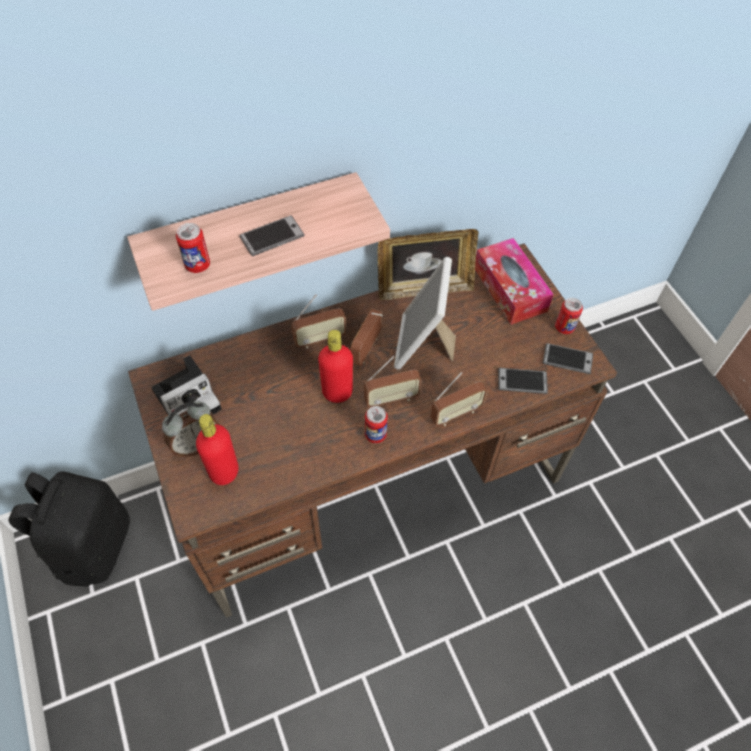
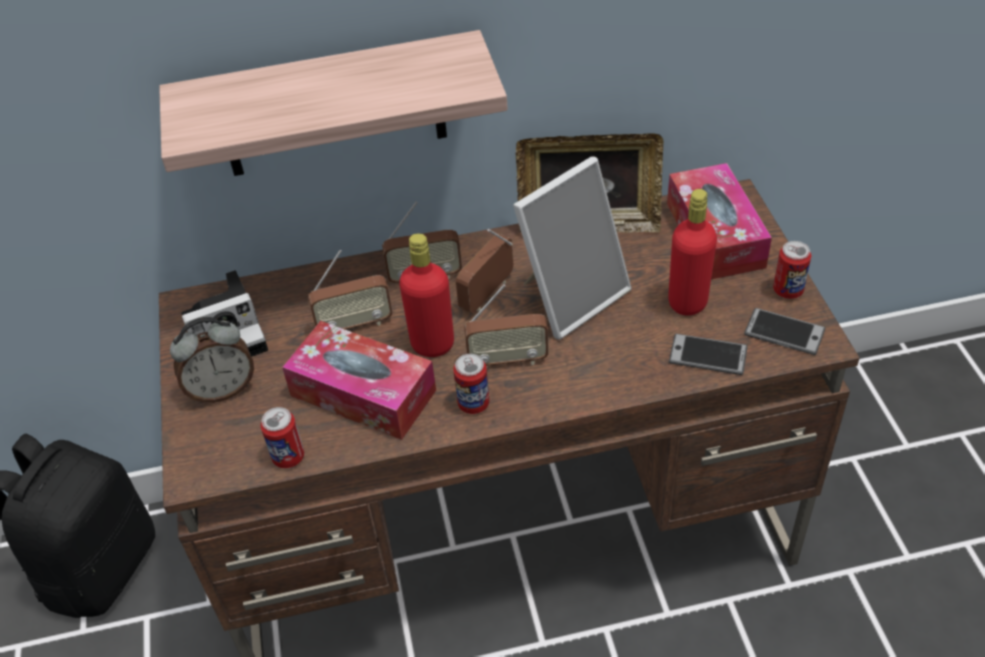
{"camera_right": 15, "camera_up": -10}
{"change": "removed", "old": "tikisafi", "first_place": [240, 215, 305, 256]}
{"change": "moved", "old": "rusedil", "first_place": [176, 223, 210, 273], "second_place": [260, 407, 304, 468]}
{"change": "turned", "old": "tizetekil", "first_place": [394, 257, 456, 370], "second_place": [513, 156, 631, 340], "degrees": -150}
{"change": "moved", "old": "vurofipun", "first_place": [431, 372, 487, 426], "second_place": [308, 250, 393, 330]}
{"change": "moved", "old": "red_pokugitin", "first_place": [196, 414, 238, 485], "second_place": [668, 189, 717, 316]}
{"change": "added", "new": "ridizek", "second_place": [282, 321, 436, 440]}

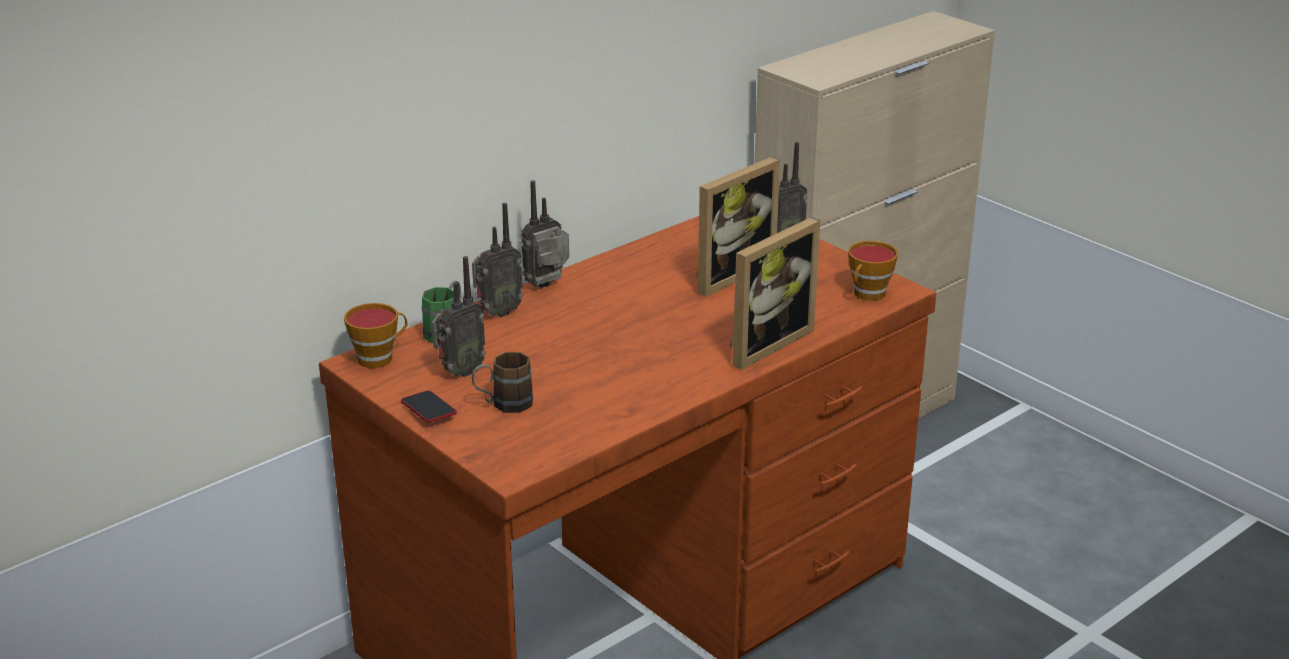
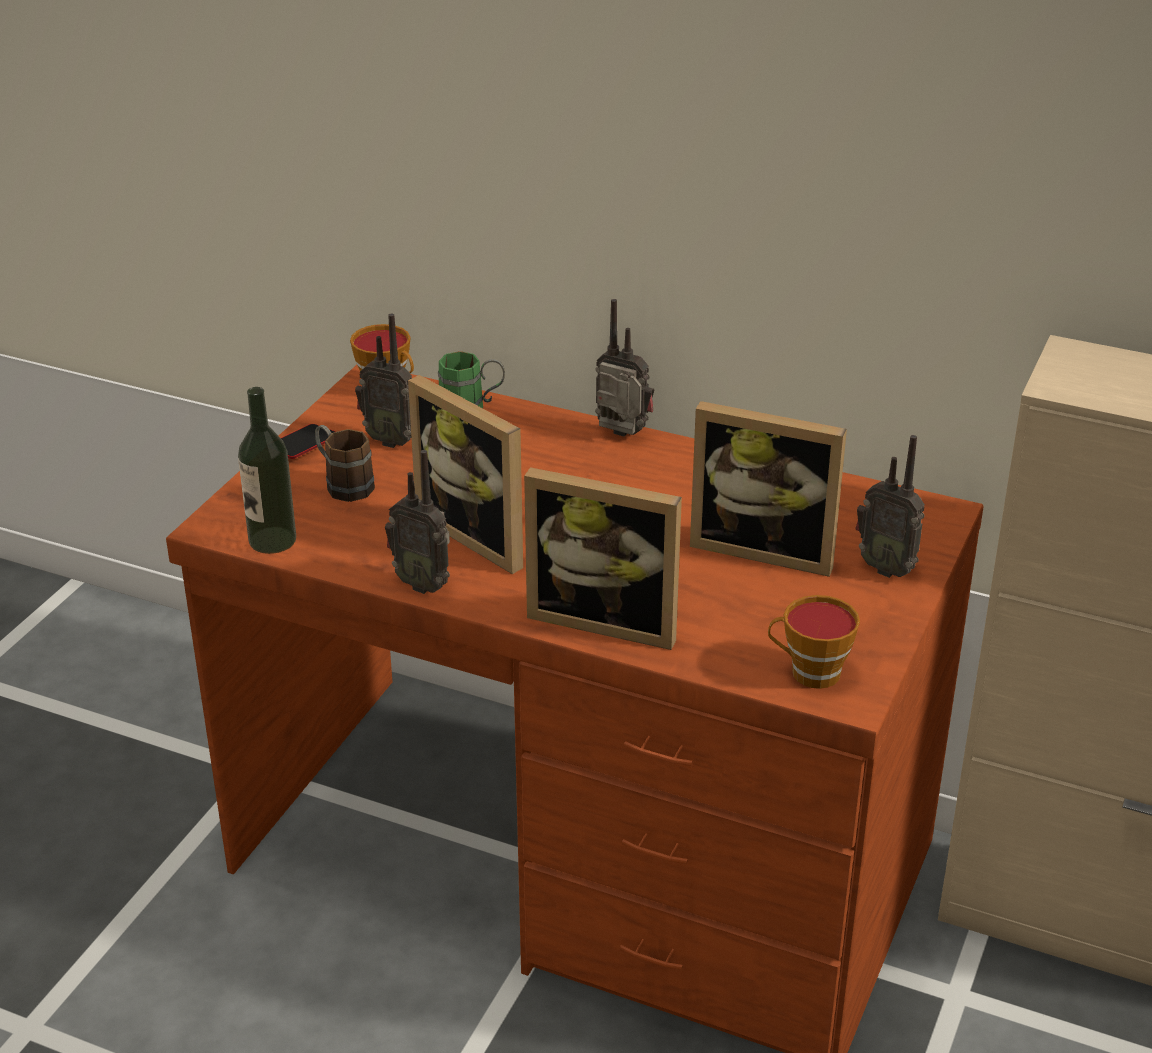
{"camera_right": 65, "camera_up": 5}
{"change": "moved", "old": "vurofipun", "first_place": [472, 203, 523, 317], "second_place": [385, 450, 450, 594]}
{"change": "added", "new": "tizetekil", "second_place": [408, 375, 523, 574]}
{"change": "added", "new": "pokugitin", "second_place": [238, 387, 296, 554]}

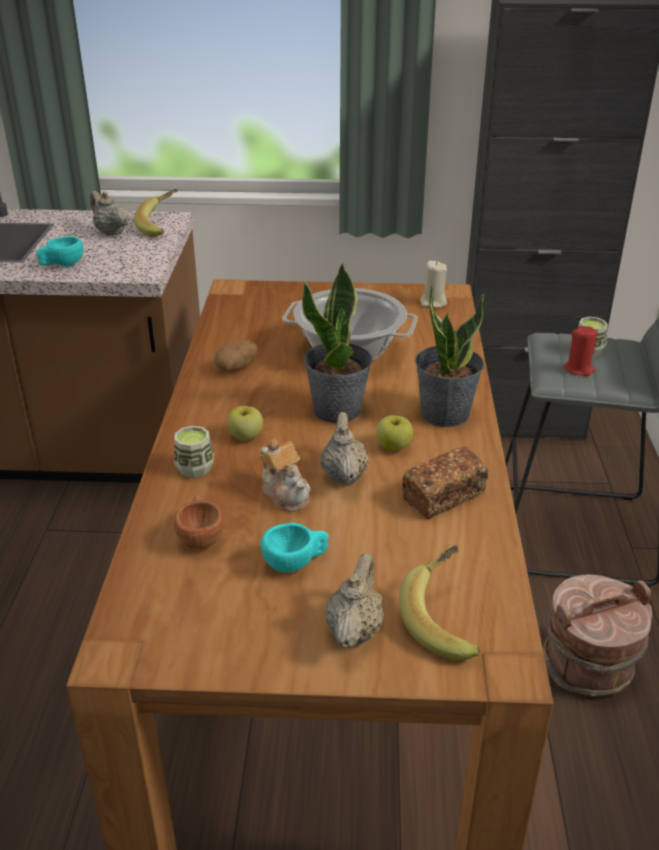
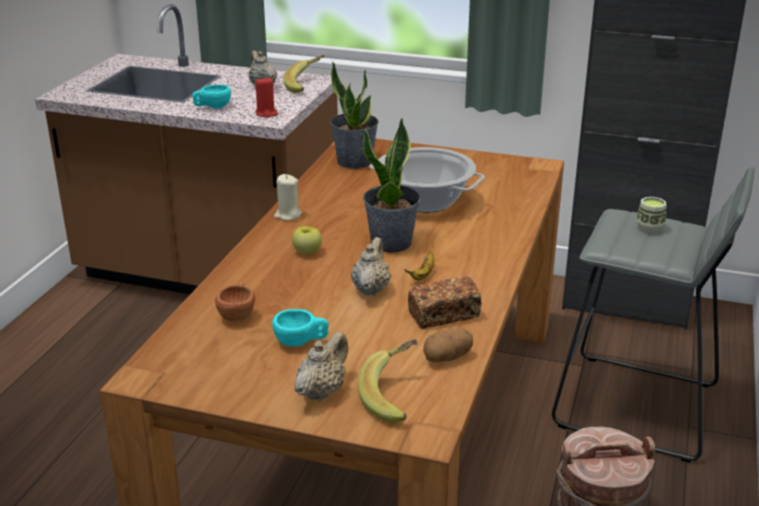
{"camera_right": 15, "camera_up": -5}
{"change": "moved", "old": "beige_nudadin", "first_place": [420, 261, 447, 308], "second_place": [274, 174, 302, 221]}
{"change": "moved", "old": "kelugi", "first_place": [415, 286, 485, 427], "second_place": [330, 61, 379, 169]}
{"change": "moved", "old": "red_nudadin", "first_place": [563, 326, 597, 376], "second_place": [255, 76, 278, 118]}
{"change": "moved", "old": "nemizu", "first_place": [215, 340, 258, 372], "second_place": [423, 328, 473, 362]}
{"change": "replaced", "old": "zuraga", "new": "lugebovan", "first_place": [376, 415, 413, 451], "second_place": [405, 251, 434, 280]}
{"change": "removed", "old": "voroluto", "first_place": [174, 426, 214, 478]}
{"change": "removed", "old": "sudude", "first_place": [259, 439, 311, 512]}

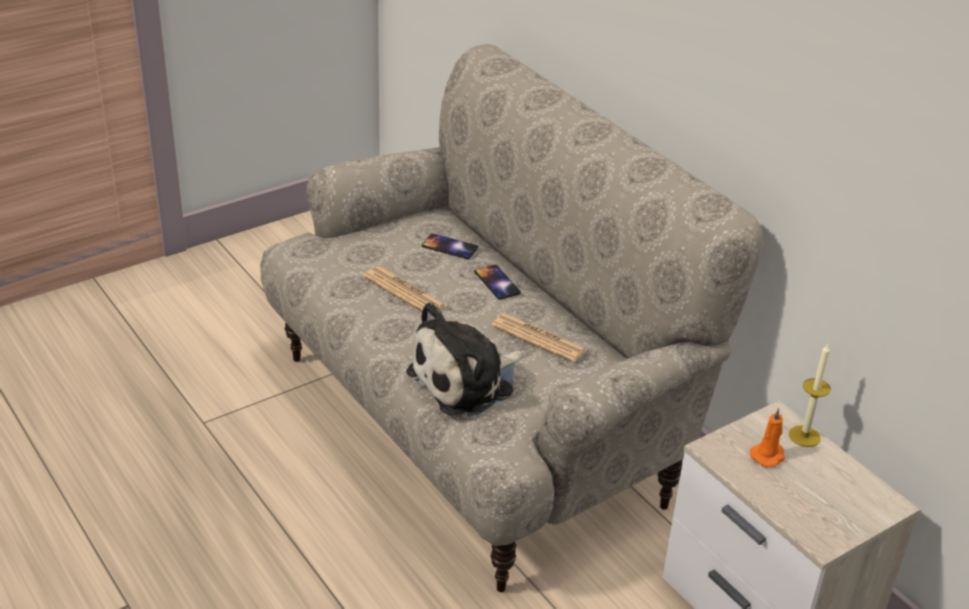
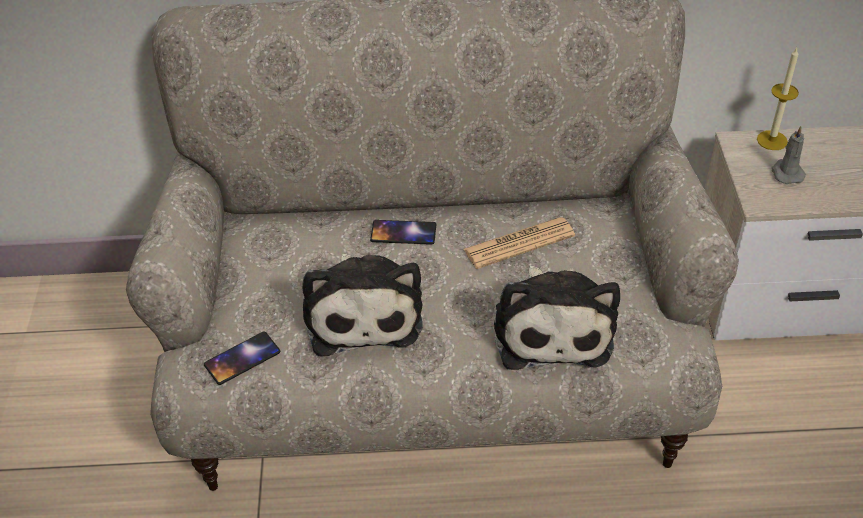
{"camera_right": -55, "camera_up": 10}
{"change": "moved", "old": "tikisafi", "first_place": [422, 234, 478, 259], "second_place": [204, 332, 280, 385]}
{"change": "replaced", "old": "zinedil", "new": "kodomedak", "first_place": [363, 266, 447, 312], "second_place": [302, 254, 423, 356]}
{"change": "recoloured", "old": "orange_nudadin", "new": "grey_nudadin", "first_place": [750, 408, 785, 467], "second_place": [771, 126, 806, 184]}

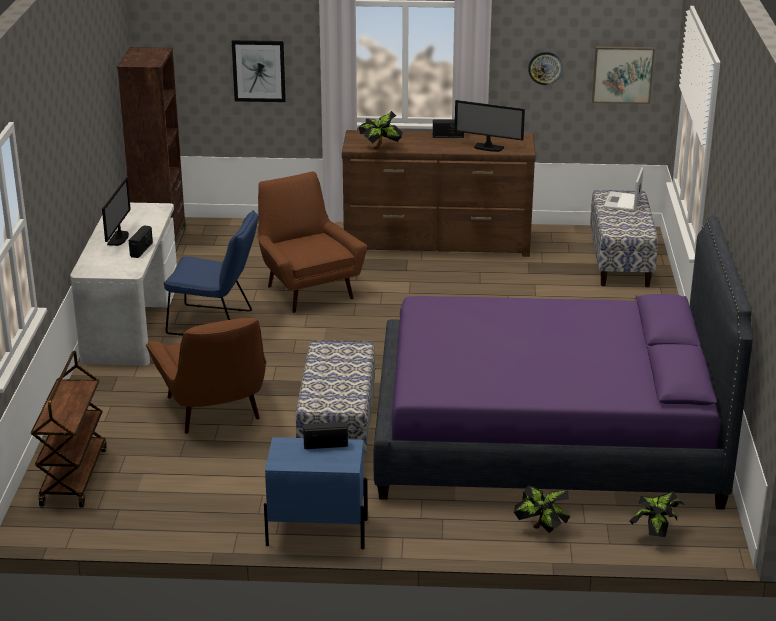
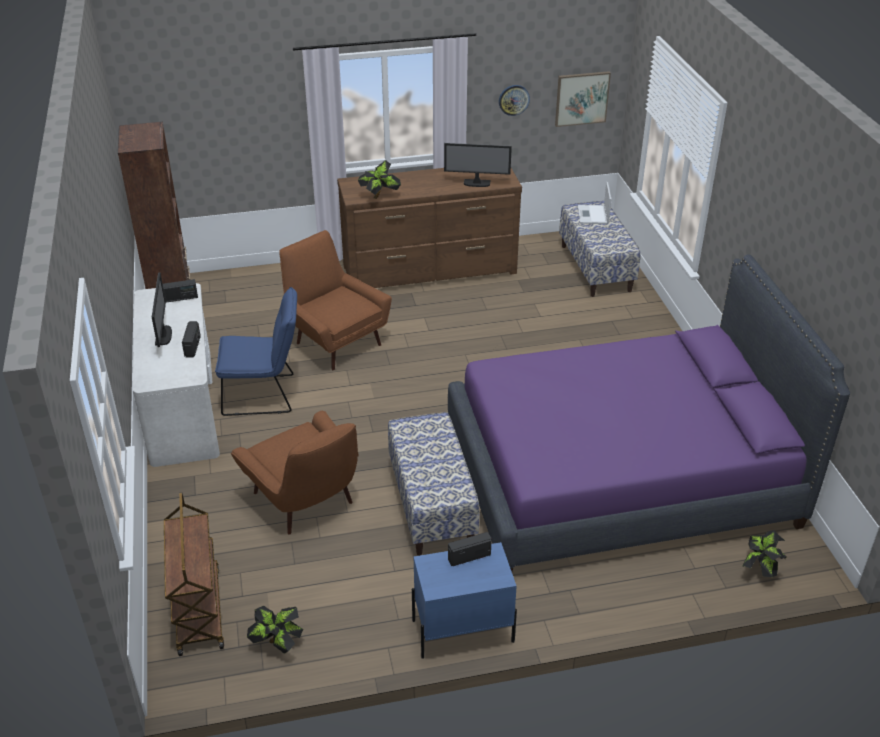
{"camera_right": -15, "camera_up": 10}
{"change": "removed", "old": "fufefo", "first_place": [232, 40, 286, 102]}
{"change": "moved", "old": "vurofipun", "first_place": [433, 119, 464, 138], "second_place": [163, 279, 198, 302]}
{"change": "moved", "old": "kelugi", "first_place": [514, 485, 570, 533], "second_place": [247, 605, 303, 654]}

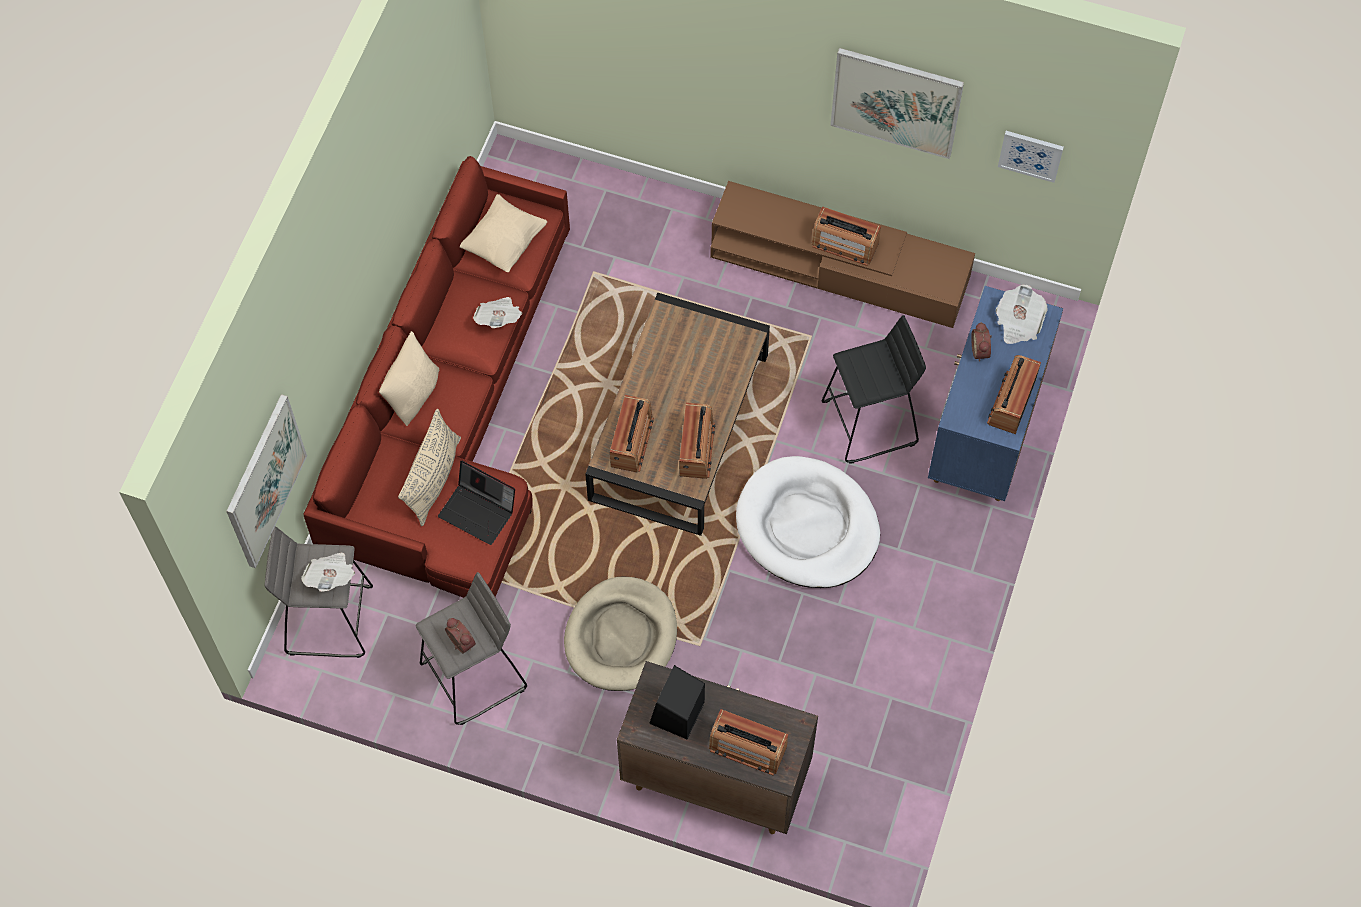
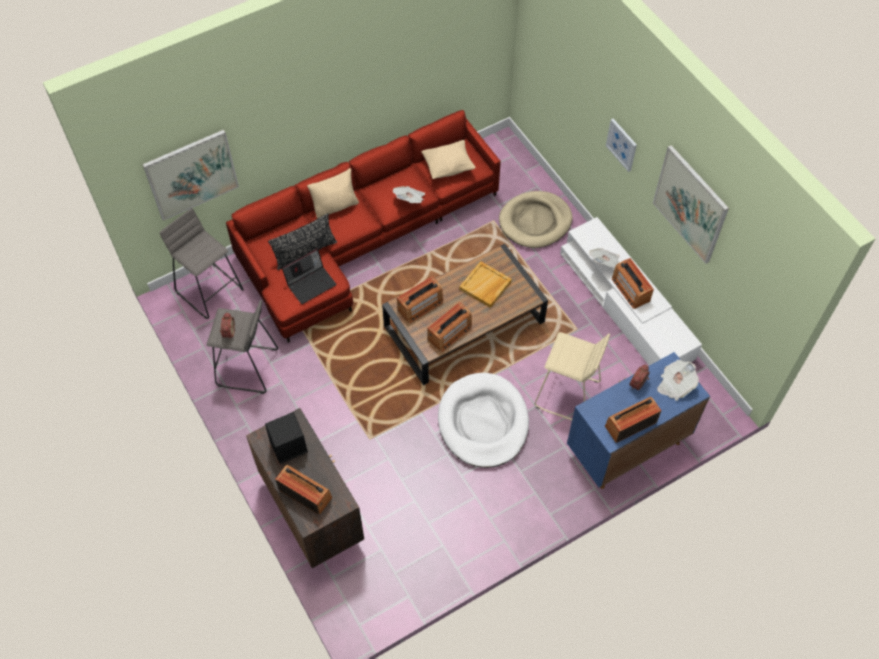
{"camera_right": 40, "camera_up": -5}
{"change": "moved", "old": "fufefo", "first_place": [998, 131, 1064, 183], "second_place": [606, 119, 637, 172]}
{"change": "recoloured", "old": "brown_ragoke", "new": "white_ragoke", "first_place": [710, 181, 975, 328], "second_place": [560, 217, 702, 366]}
{"change": "recoloured", "old": "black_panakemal", "new": "beige_panakemal", "first_place": [822, 315, 926, 464], "second_place": [535, 332, 610, 420]}
{"change": "recoloured", "old": "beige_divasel", "new": "black_divasel", "first_place": [398, 409, 461, 526], "second_place": [268, 213, 337, 270]}
{"change": "turned", "old": "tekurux", "first_place": [438, 461, 515, 545], "second_place": [282, 248, 337, 304], "degrees": -105}
{"change": "moved", "old": "zinedil", "first_place": [301, 552, 355, 592], "second_place": [589, 248, 620, 267]}
{"change": "moved", "old": "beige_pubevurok", "first_place": [564, 576, 677, 691], "second_place": [499, 191, 572, 248]}
{"change": "turned", "old": "vurofipun", "first_place": [709, 709, 788, 776], "second_place": [275, 465, 332, 515], "degrees": 150}
{"change": "added", "new": "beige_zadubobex", "second_place": [459, 261, 512, 308]}

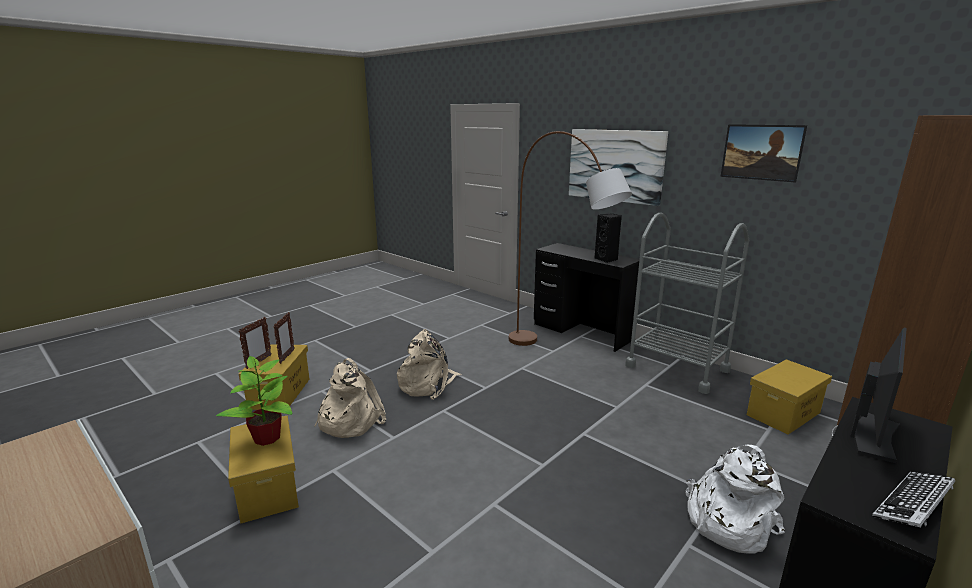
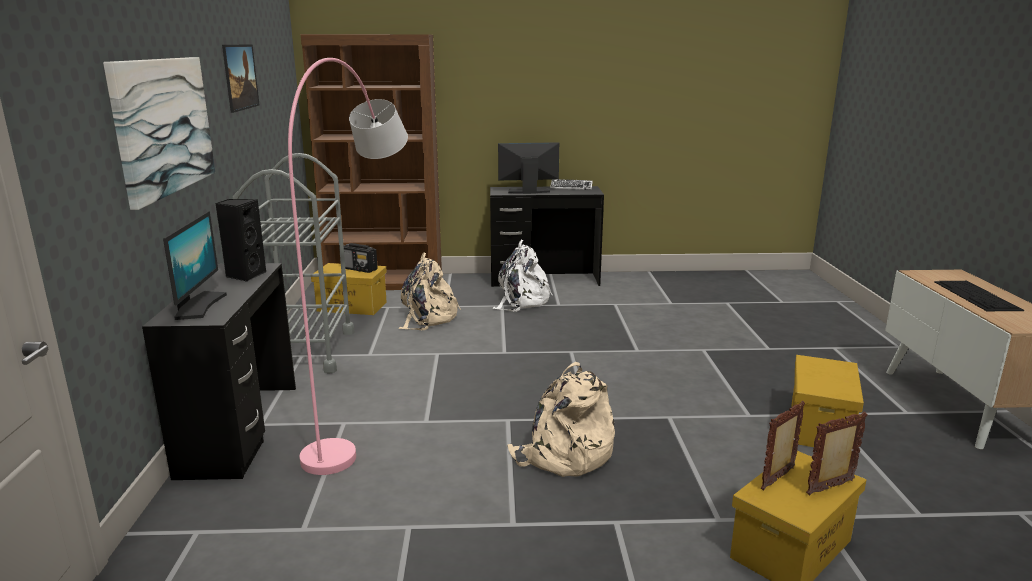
{"camera_right": -135, "camera_up": 0}
{"change": "recoloured", "old": "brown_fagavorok", "new": "pink_fagavorok", "first_place": [509, 131, 632, 346], "second_place": [288, 58, 408, 475]}
{"change": "removed", "old": "kelugi", "first_place": [216, 356, 292, 446]}
{"change": "moved", "old": "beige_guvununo", "first_place": [314, 358, 386, 438], "second_place": [398, 252, 461, 330]}
{"change": "added", "new": "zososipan", "second_place": [163, 211, 227, 320]}
{"change": "added", "new": "vurofipun", "second_place": [344, 243, 378, 273]}
{"change": "added", "new": "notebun", "second_place": [934, 281, 1024, 311]}

